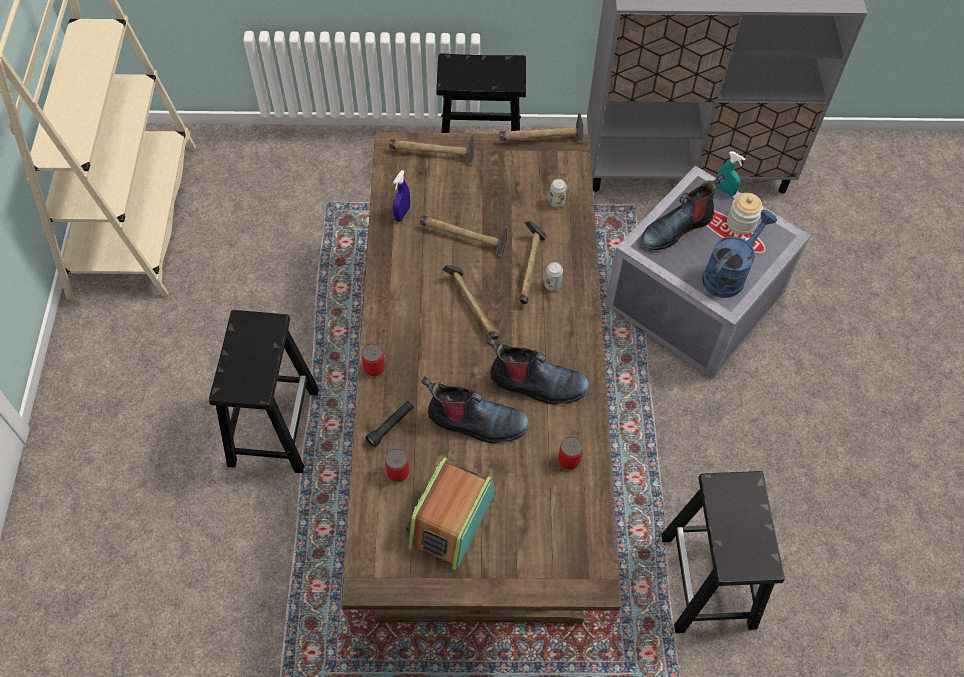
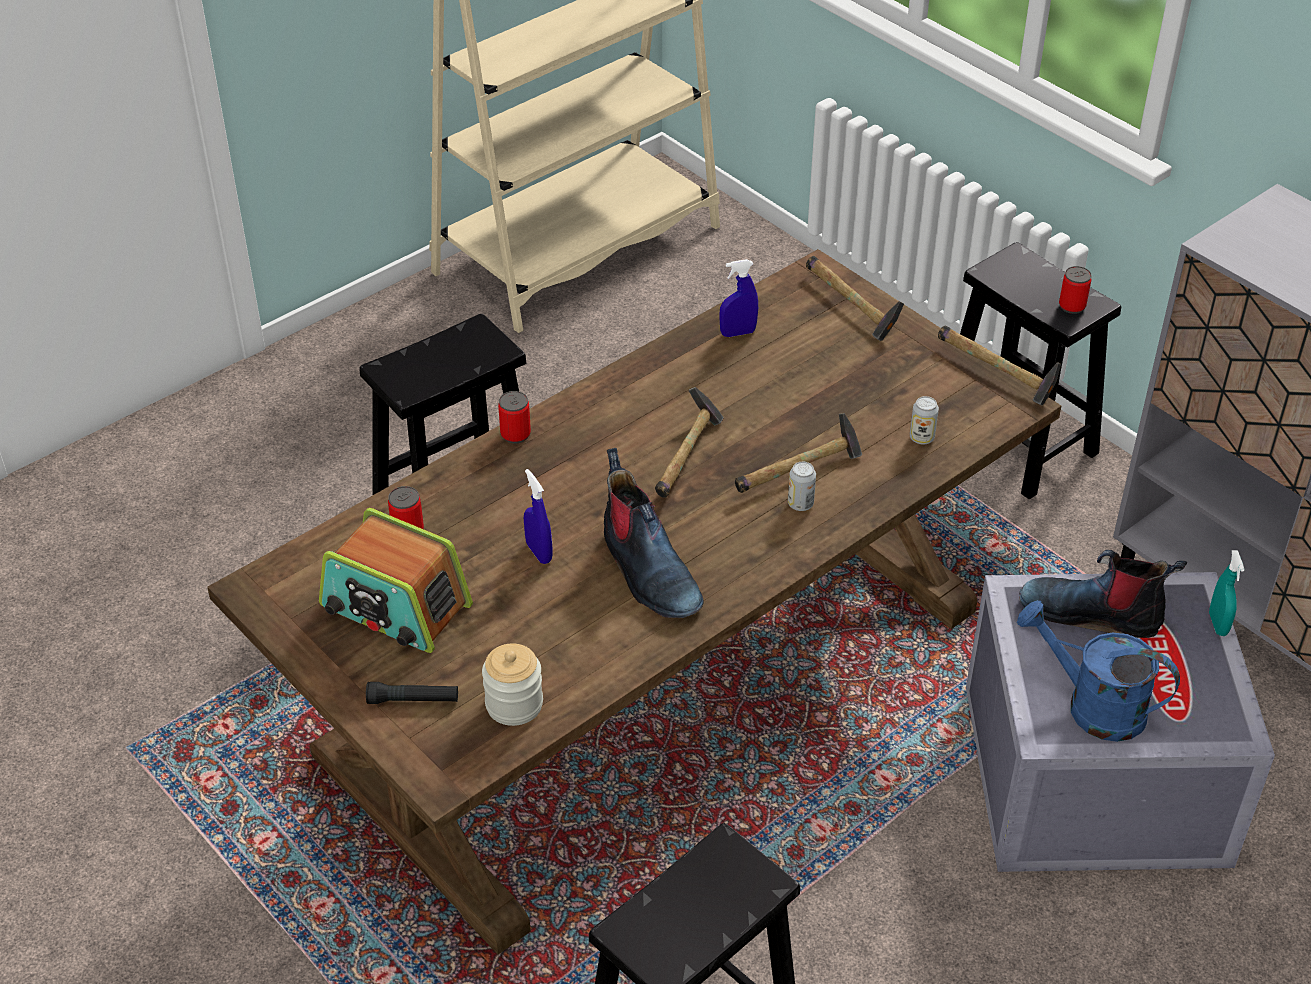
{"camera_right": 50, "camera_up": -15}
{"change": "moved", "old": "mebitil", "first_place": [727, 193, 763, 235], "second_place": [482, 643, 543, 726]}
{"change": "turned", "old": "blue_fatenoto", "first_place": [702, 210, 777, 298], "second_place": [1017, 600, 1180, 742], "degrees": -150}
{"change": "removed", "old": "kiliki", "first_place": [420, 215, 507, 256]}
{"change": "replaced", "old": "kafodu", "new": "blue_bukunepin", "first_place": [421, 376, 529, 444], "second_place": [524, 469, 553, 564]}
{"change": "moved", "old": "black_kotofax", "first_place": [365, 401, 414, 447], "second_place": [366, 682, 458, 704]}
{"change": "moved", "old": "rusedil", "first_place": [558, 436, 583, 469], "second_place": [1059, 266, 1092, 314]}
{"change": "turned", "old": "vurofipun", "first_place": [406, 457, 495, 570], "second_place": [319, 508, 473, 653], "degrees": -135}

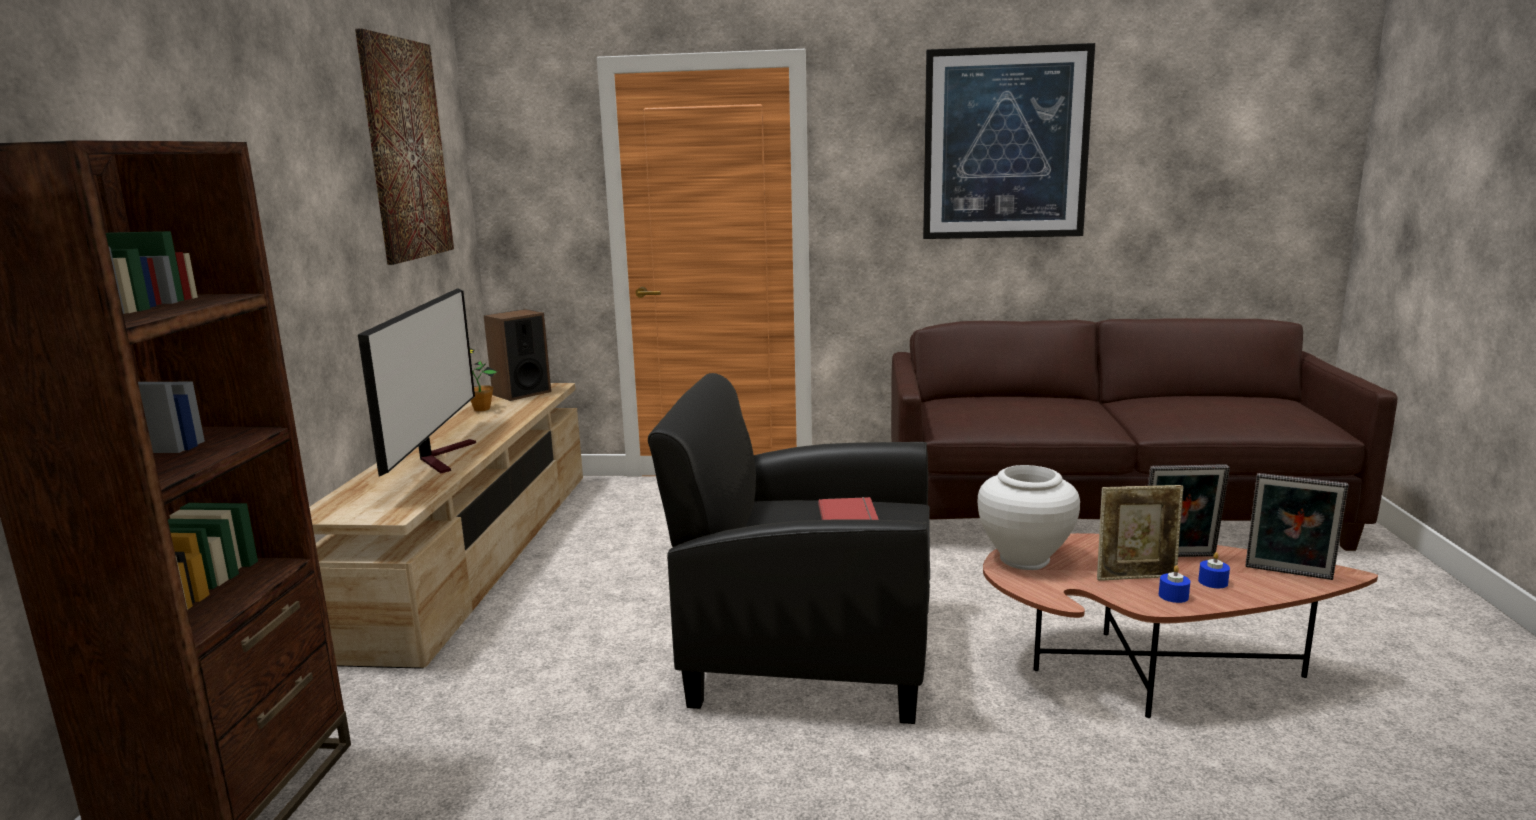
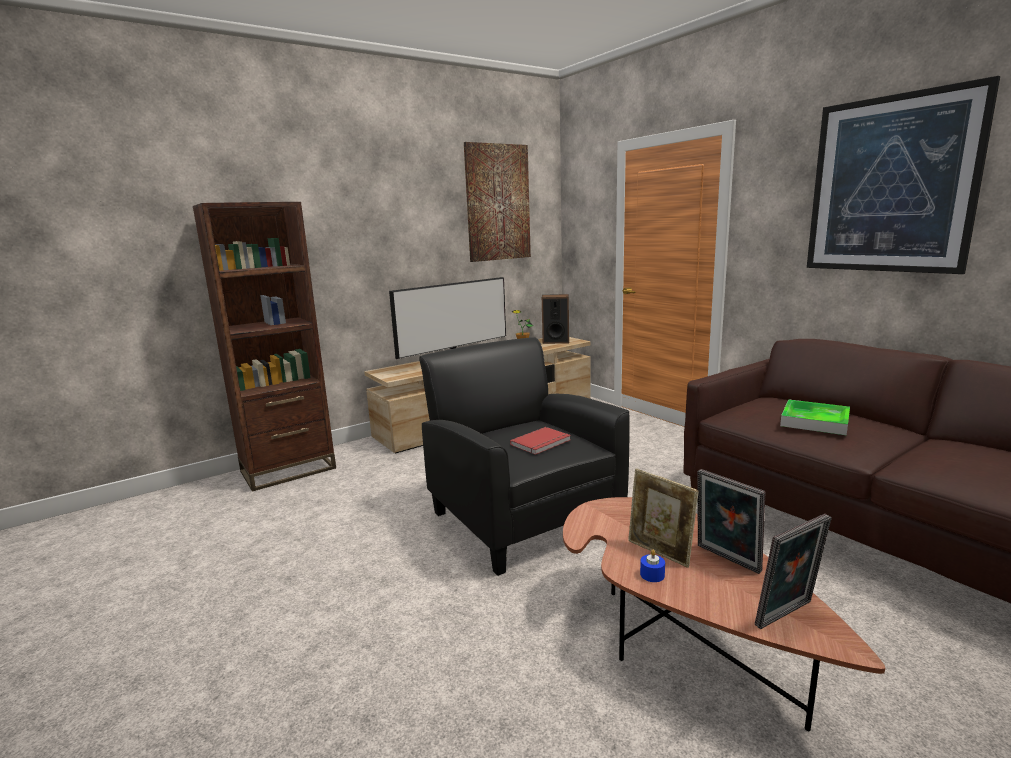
{"camera_right": 50, "camera_up": 0}
{"change": "removed", "old": "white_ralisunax", "first_place": [978, 465, 1080, 570]}
{"change": "turned", "old": "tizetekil", "first_place": [1246, 473, 1348, 580], "second_place": [755, 514, 832, 629], "degrees": -105}
{"change": "removed", "old": "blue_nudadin", "first_place": [1198, 552, 1230, 588]}
{"change": "added", "new": "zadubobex", "second_place": [780, 399, 850, 435]}

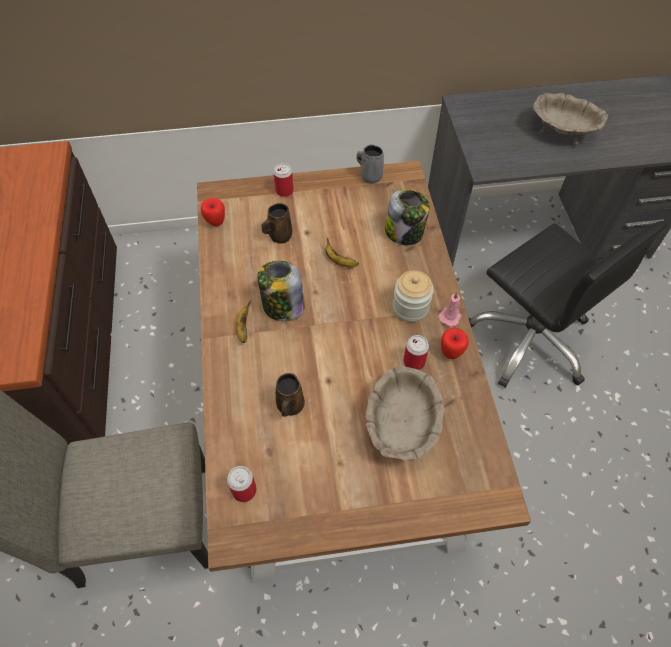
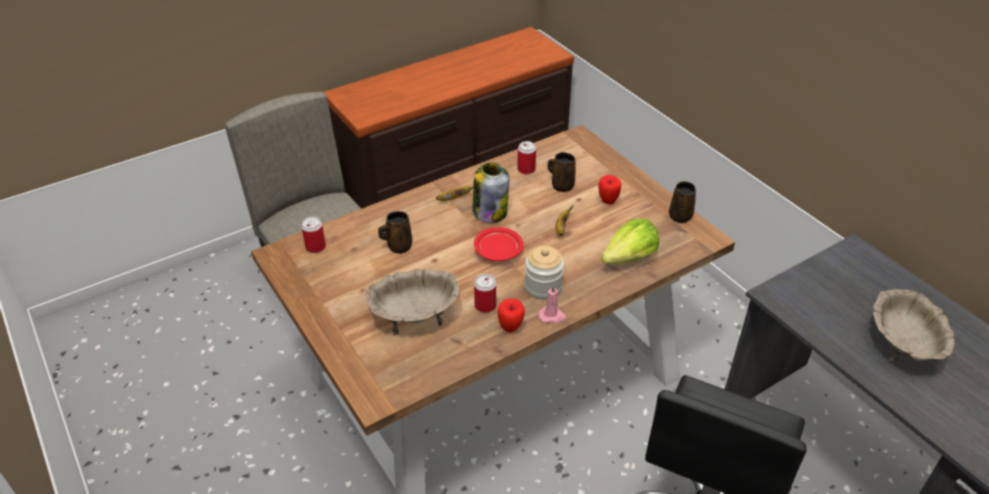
{"camera_right": 65, "camera_up": -15}
{"change": "recoloured", "old": "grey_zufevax", "new": "brown_zufevax", "first_place": [357, 144, 384, 184], "second_place": [669, 181, 696, 223]}
{"change": "moved", "old": "rusedil", "first_place": [273, 163, 294, 197], "second_place": [517, 141, 536, 174]}
{"change": "replaced", "old": "mebitil", "new": "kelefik", "first_place": [385, 189, 430, 245], "second_place": [601, 219, 659, 265]}
{"change": "moved", "old": "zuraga", "first_place": [201, 198, 225, 226], "second_place": [598, 175, 621, 205]}
{"change": "added", "new": "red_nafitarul", "second_place": [474, 227, 524, 261]}

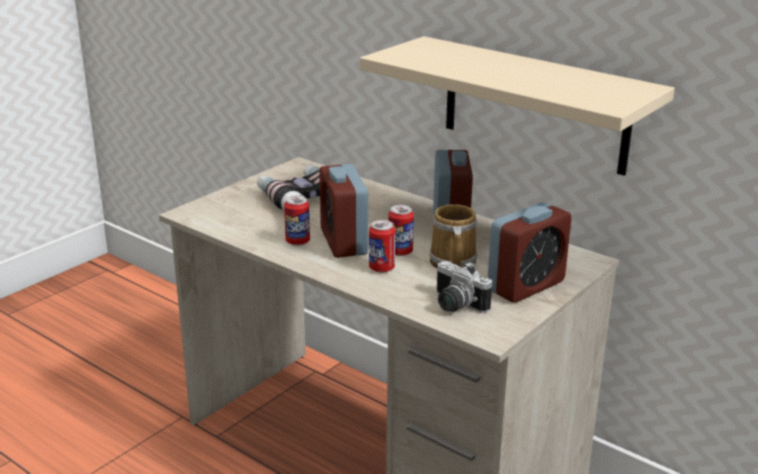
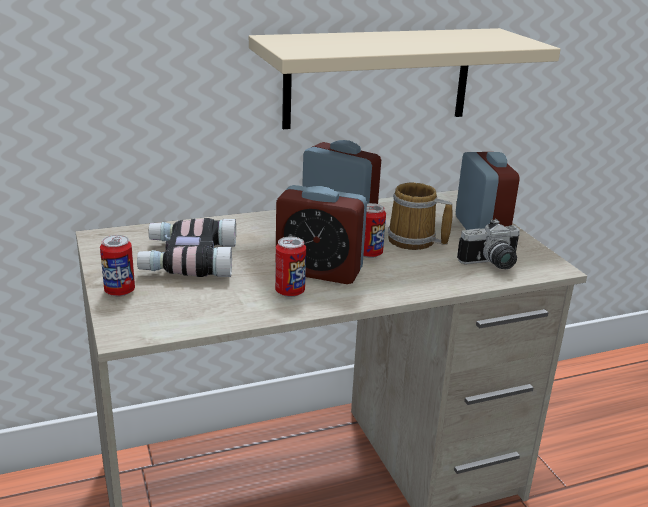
{"camera_right": -60, "camera_up": 0}
{"change": "moved", "old": "rusedil", "first_place": [369, 220, 395, 273], "second_place": [100, 235, 135, 297]}

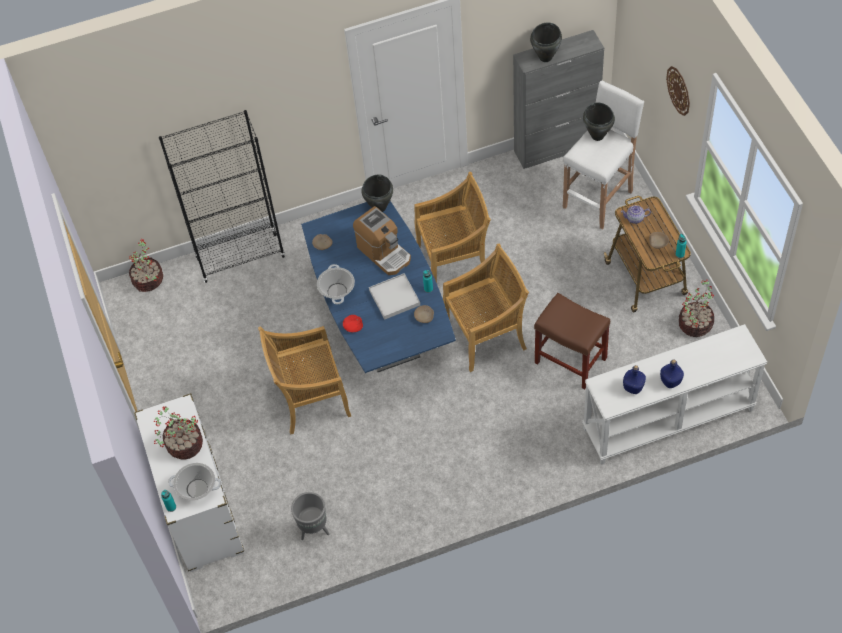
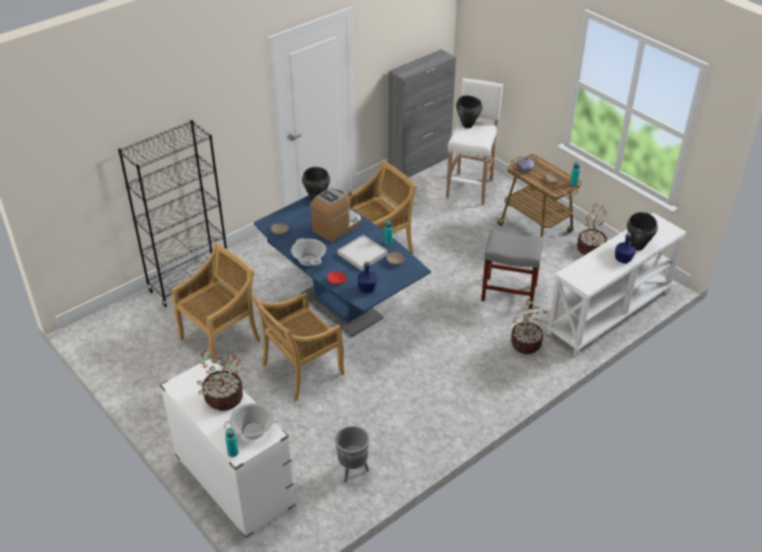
{"camera_right": -25, "camera_up": -15}
{"change": "moved", "old": "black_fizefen", "first_place": [530, 23, 562, 62], "second_place": [627, 212, 658, 250]}
{"change": "removed", "old": "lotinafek", "first_place": [666, 66, 690, 116]}
{"change": "turned", "old": "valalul", "first_place": [353, 206, 411, 275], "second_place": [310, 188, 361, 242], "degrees": -75}
{"change": "moved", "old": "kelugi", "first_place": [129, 238, 163, 292], "second_place": [511, 298, 550, 354]}
{"change": "moved", "old": "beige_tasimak", "first_place": [443, 244, 529, 372], "second_place": [172, 242, 261, 359]}
{"change": "recoloured", "old": "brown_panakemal", "new": "grey_panakemal", "first_place": [534, 293, 610, 389], "second_place": [481, 229, 543, 309]}
{"change": "moved", "old": "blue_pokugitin", "first_place": [623, 365, 646, 394], "second_place": [357, 261, 377, 293]}

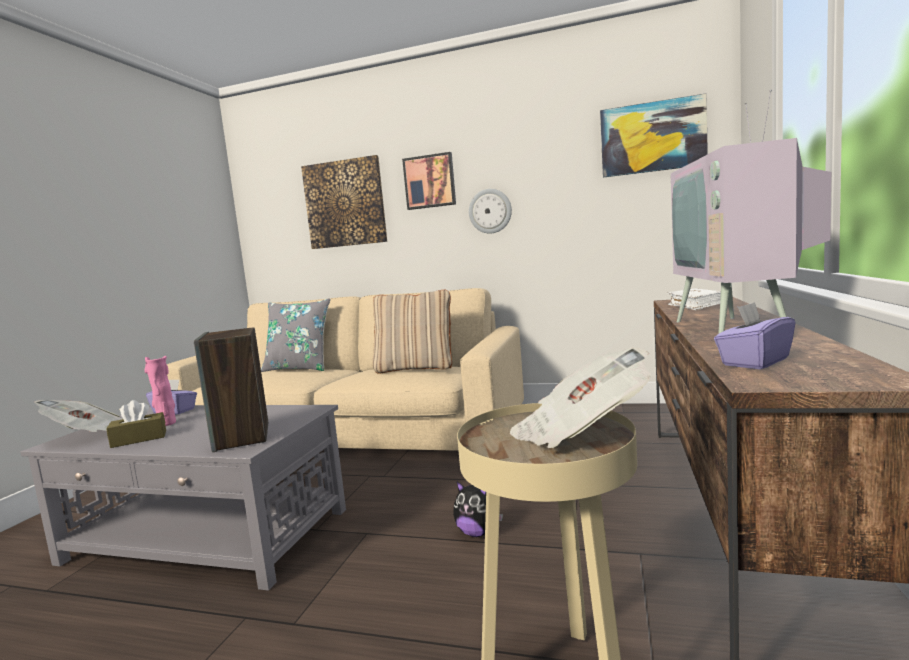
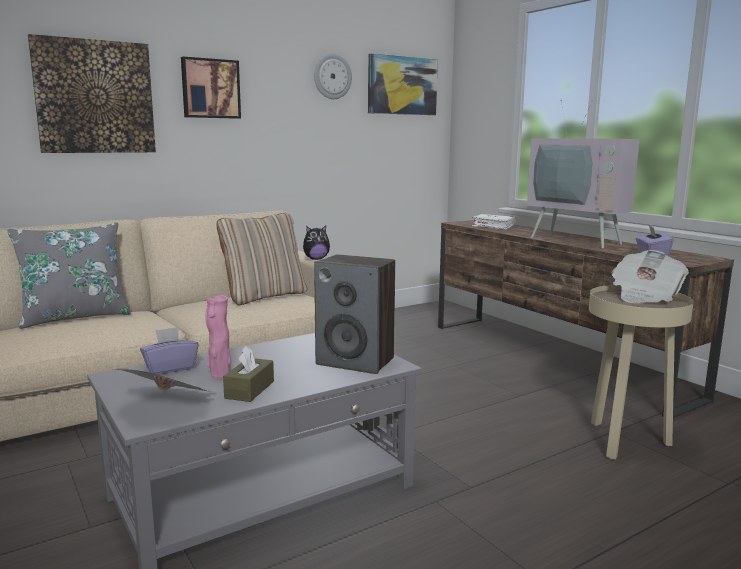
{"camera_right": -50, "camera_up": 5}
{"change": "moved", "old": "lotinafek", "first_place": [469, 189, 512, 234], "second_place": [314, 54, 352, 99]}
{"change": "moved", "old": "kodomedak", "first_place": [453, 482, 503, 537], "second_place": [303, 226, 330, 260]}

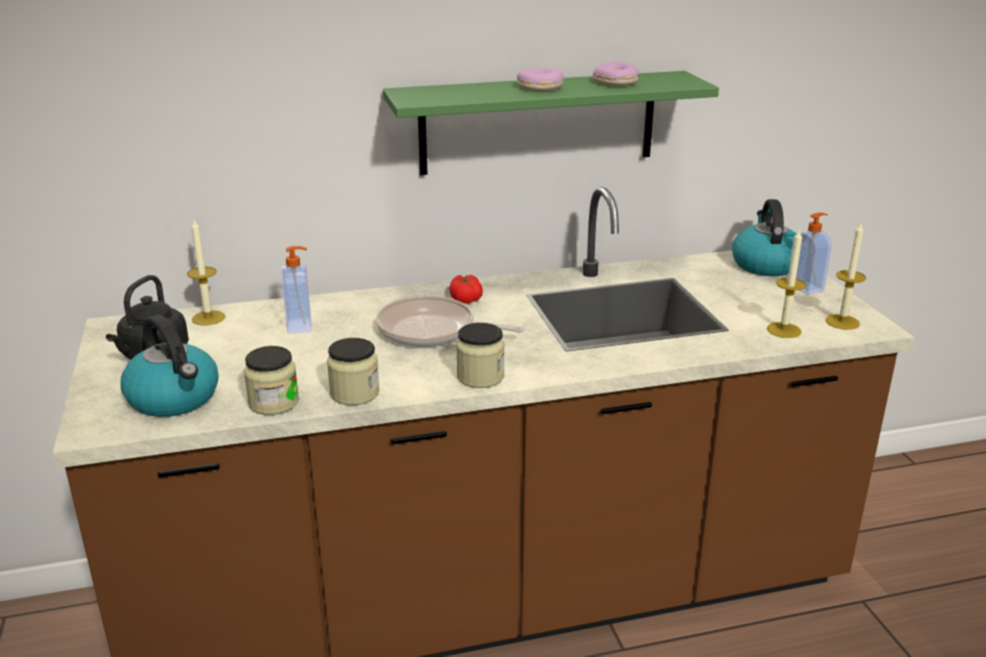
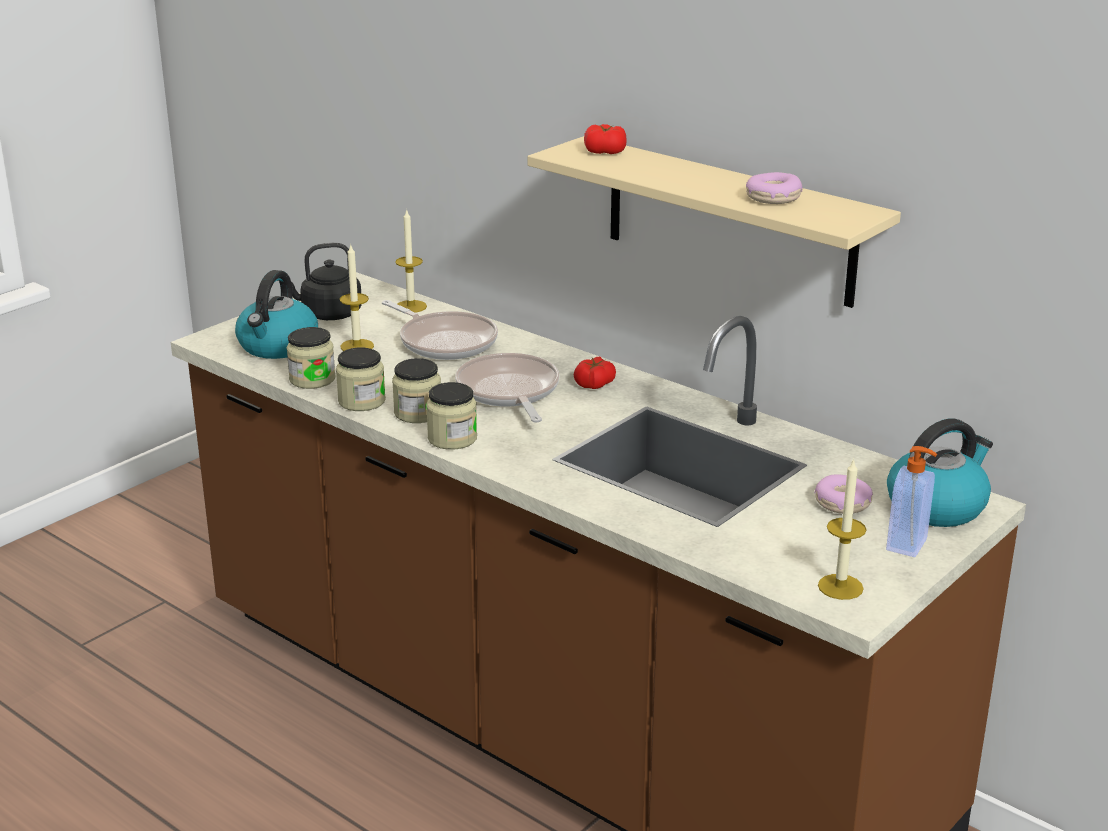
{"camera_right": 55, "camera_up": 0}
{"change": "moved", "old": "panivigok", "first_place": [517, 68, 564, 91], "second_place": [814, 474, 873, 514]}
{"change": "recoloured", "old": "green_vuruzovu", "new": "beige_vuruzovu", "first_place": [383, 71, 719, 175], "second_place": [528, 136, 901, 308]}
{"change": "moved", "old": "nudadin", "first_place": [767, 228, 806, 338], "second_place": [340, 244, 374, 351]}
{"change": "replaced", "old": "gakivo", "new": "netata", "first_place": [281, 246, 311, 334], "second_place": [382, 300, 498, 360]}
{"change": "added", "new": "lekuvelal", "second_place": [584, 124, 627, 154]}
{"change": "added", "new": "mebitil", "second_place": [392, 358, 441, 423]}

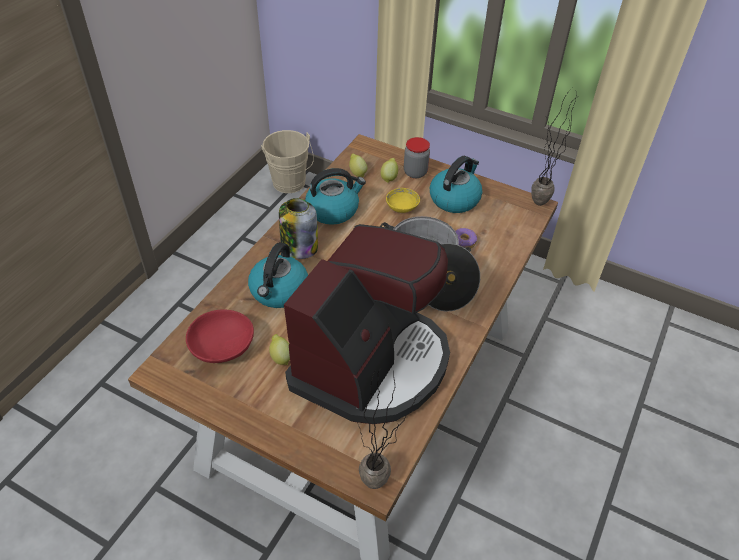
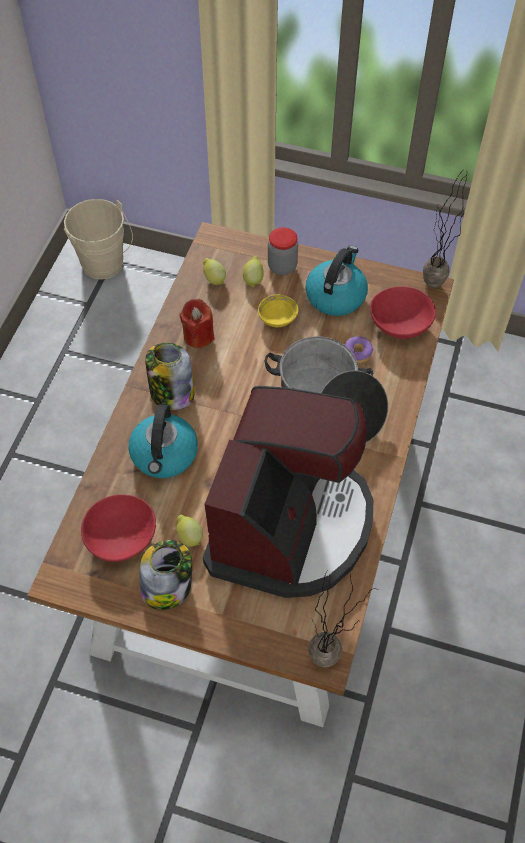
{"camera_right": -10, "camera_up": 10}
{"change": "replaced", "old": "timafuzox", "new": "red_nudadin", "first_place": [305, 168, 366, 225], "second_place": [180, 299, 215, 348]}
{"change": "added", "new": "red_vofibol", "second_place": [370, 286, 436, 339]}
{"change": "added", "new": "mebitil", "second_place": [139, 540, 192, 610]}

